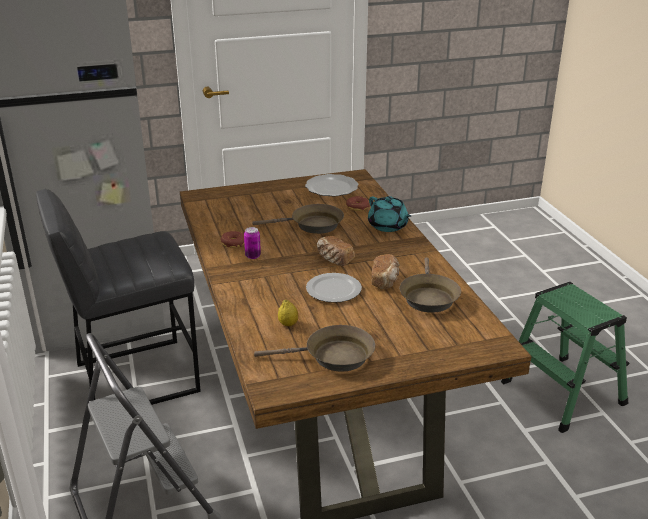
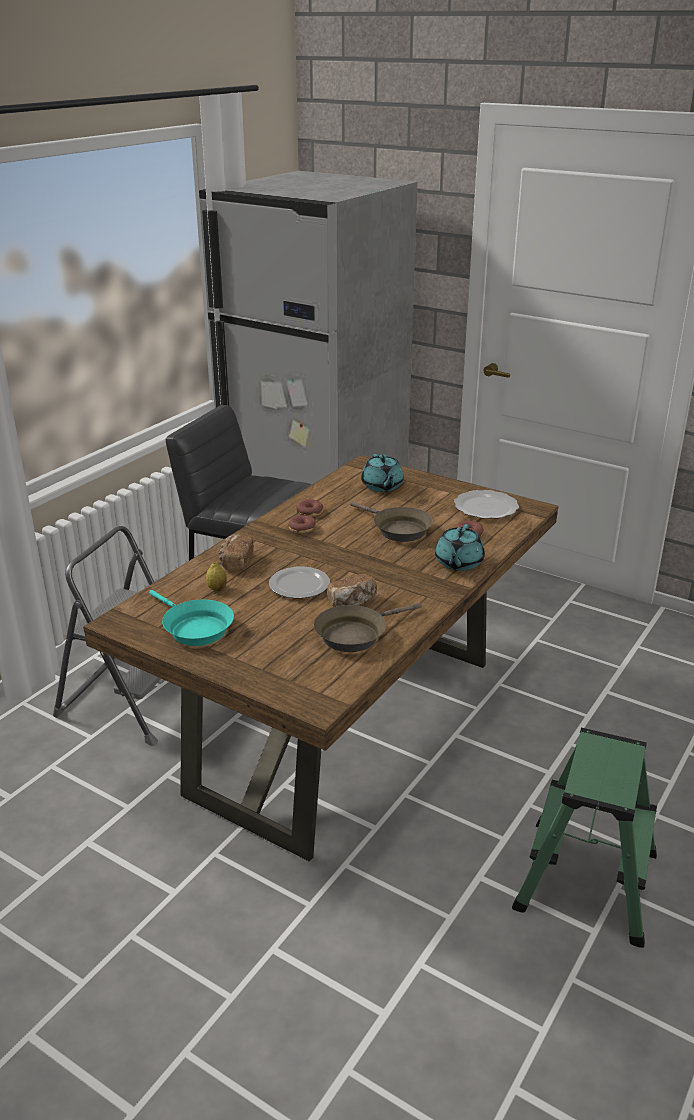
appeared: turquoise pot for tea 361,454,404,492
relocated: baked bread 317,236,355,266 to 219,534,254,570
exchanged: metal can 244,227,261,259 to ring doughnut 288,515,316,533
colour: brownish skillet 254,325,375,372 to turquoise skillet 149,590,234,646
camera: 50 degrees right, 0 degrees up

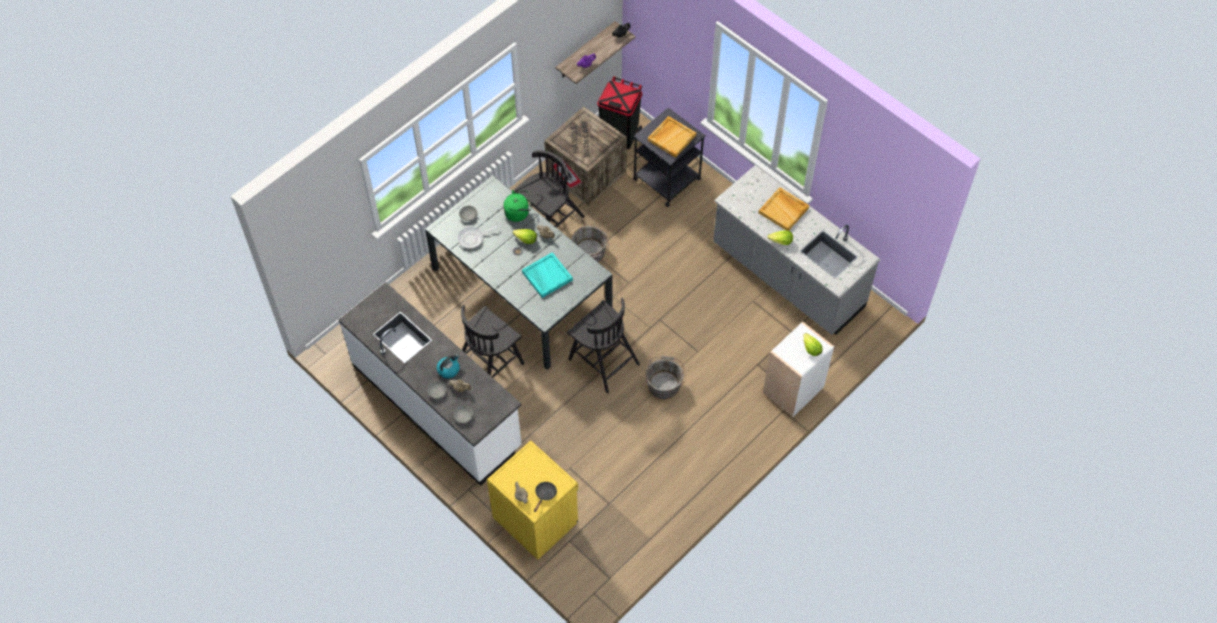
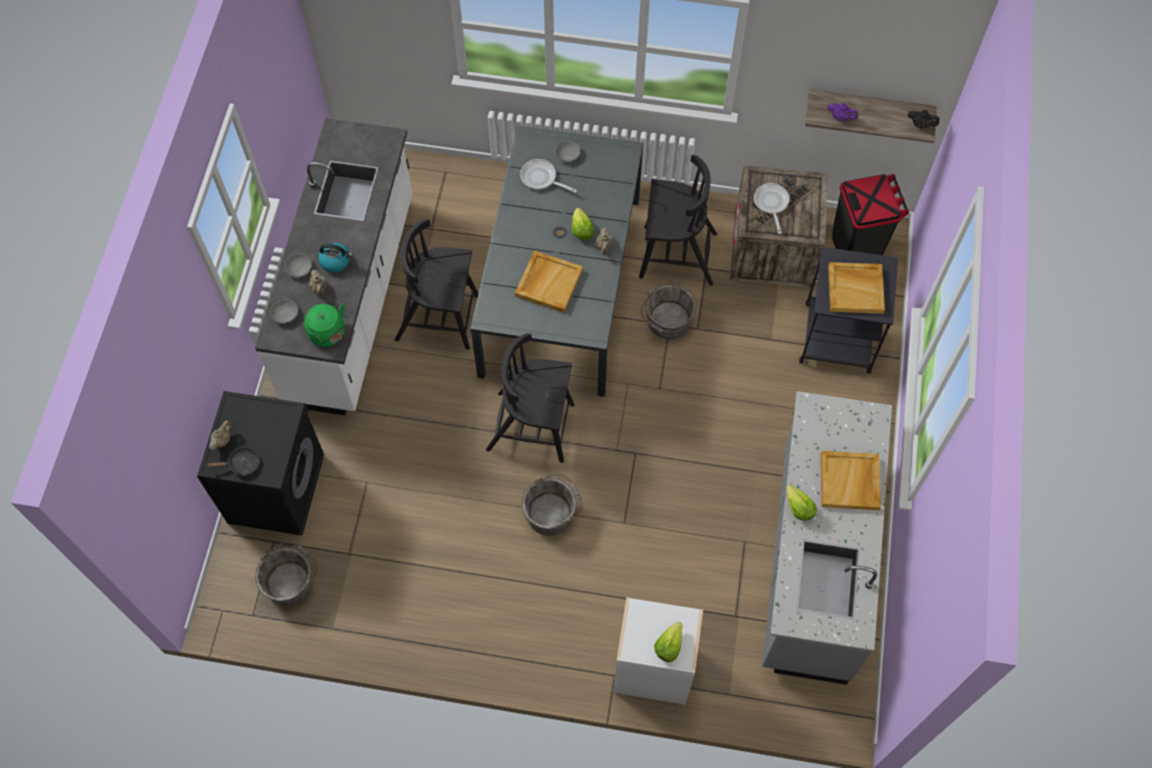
appeared: skillet 754,183,790,234; grey water bucket 255,542,318,606
relocated: greenish tea kettle 504,190,531,222 to 304,303,349,347
colour: turquoise carrying tray 522,252,573,298 to beige-coloured carrying tray 515,251,583,313; yellowish washing machine 487,440,578,560 to black washing machine 197,391,324,535
spun: black upright chair 567,297,640,393 = 486,333,575,463 90 degrees clockwise
camera: 55 degrees right, 5 degrees up

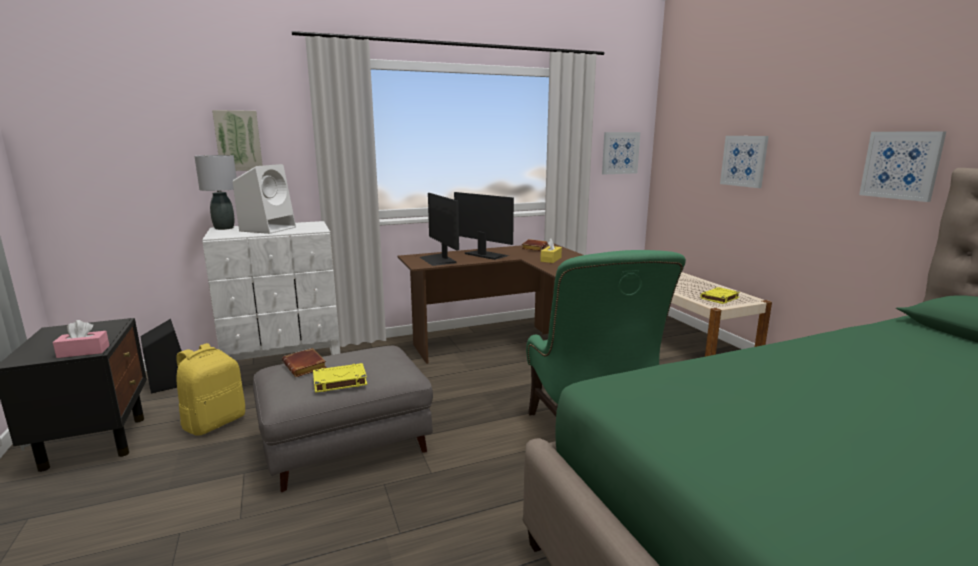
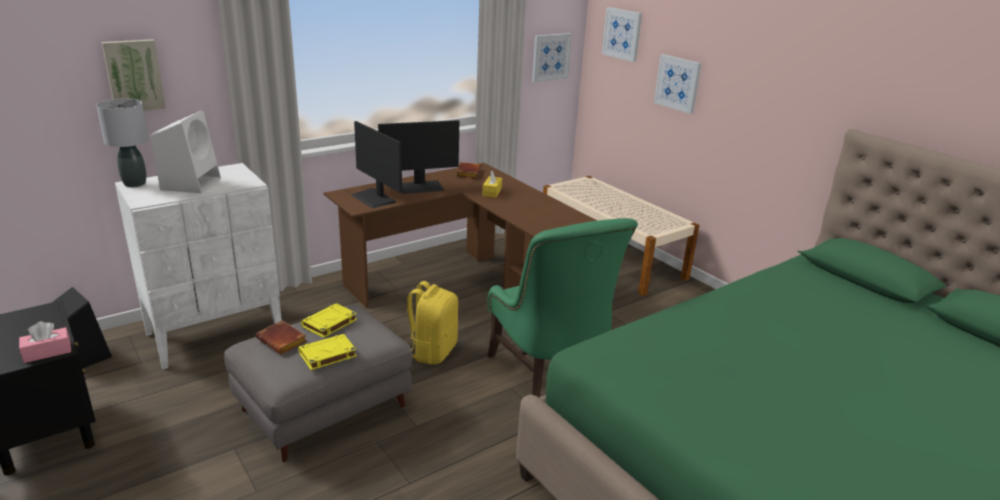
relocated: picture 859,131,946,202 to 602,7,642,62; yellowish book 700,287,740,304 to 301,303,357,338; yellowish knapsack 176,343,245,436 to 407,281,458,365
spun: monitor 454,192,514,260 = 378,120,459,194 135 degrees clockwise
camera: 15 degrees left, 10 degrees up

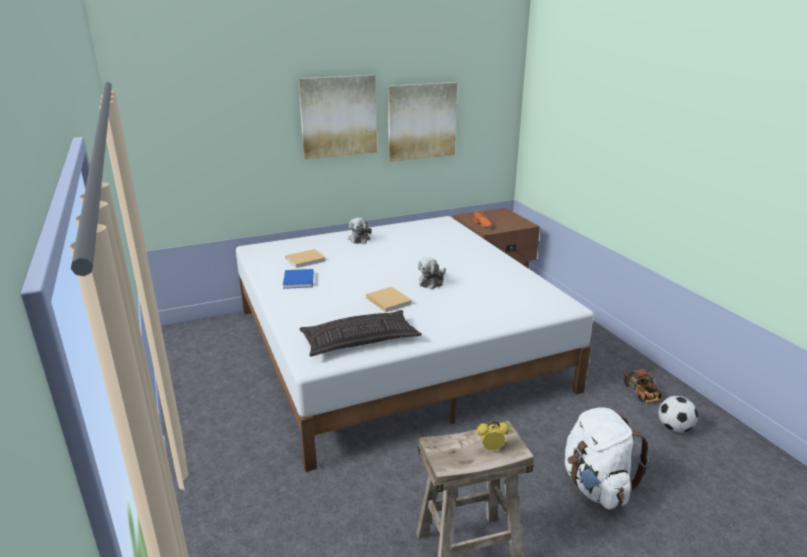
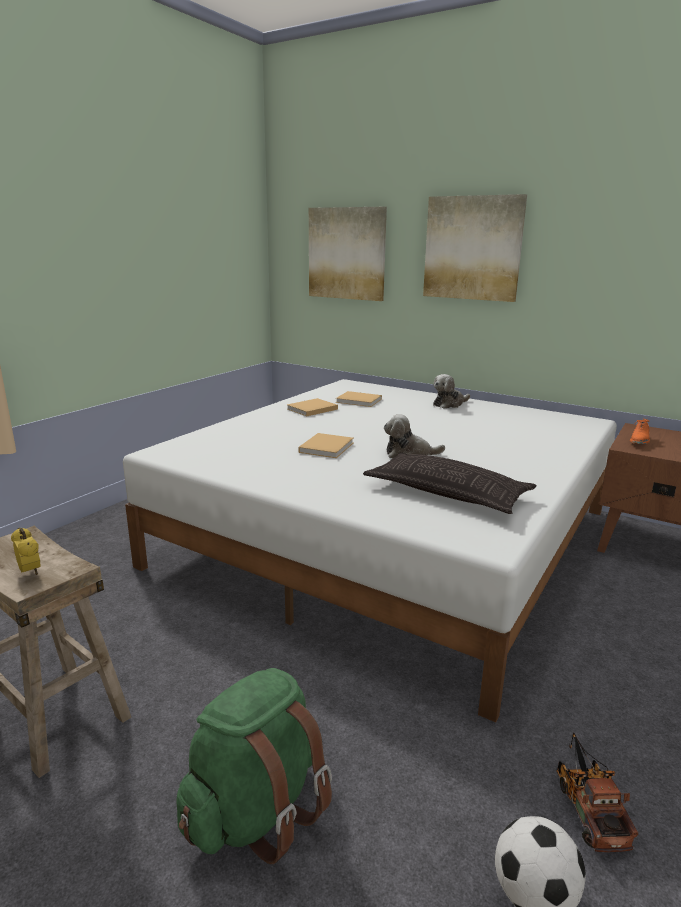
relocated: picture 388,82,457,162 to 309,207,387,301; throw pillow 300,310,422,356 to 363,453,537,514
colour: bluish book 283,269,314,289 to beige-coloured book 287,398,338,416; white-coloured knapsack 565,407,649,509 to greenish knapsack 176,668,332,864
spun: toy truck 623,369,661,402 = 556,733,638,852 135 degrees clockwise
camera: 55 degrees right, 5 degrees down

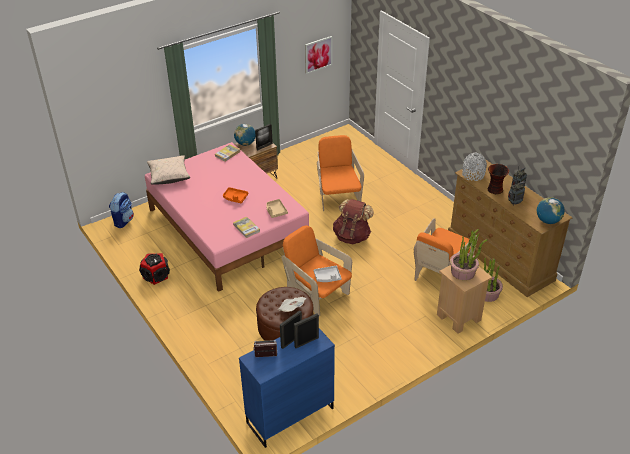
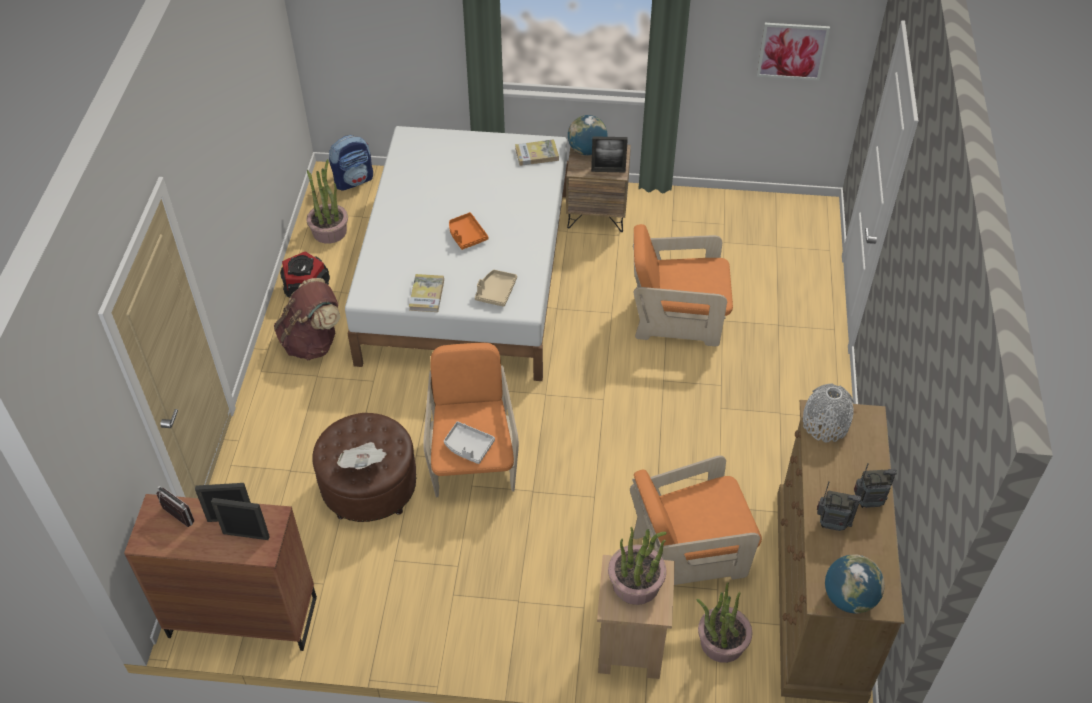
missing: beige-coloured throw pillow 147,155,190,185; decorative vase 488,164,509,194
appeared: houseplant 306,159,348,244
relocated: brownish knapsack 333,199,374,244 to 274,278,341,360
colour: pink-coloured bedroom bed 145,142,309,292 to white-coloured bedroom bed 345,126,568,381; bluish chest of drawers 239,329,335,448 to brownish chest of drawers 124,494,317,651
spun: orange-coloured easy chair 317,135,364,211 = 633,224,733,346 120 degrees counterclockwise
camera: 40 degrees right, 10 degrees up

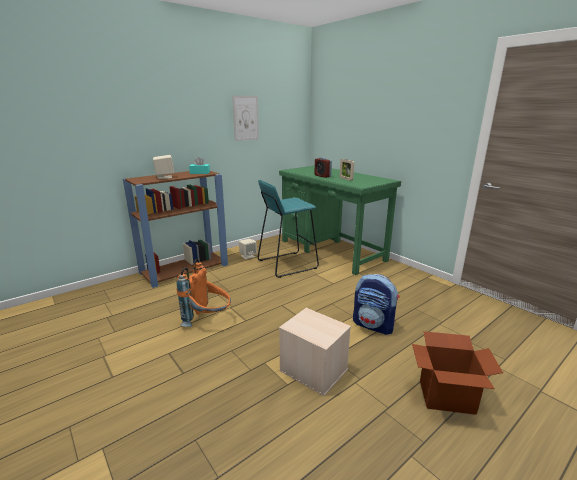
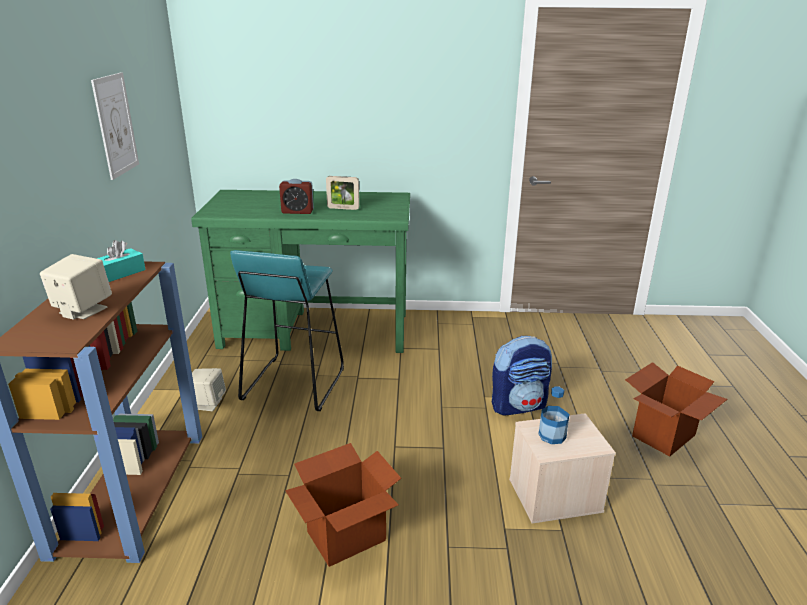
appeared: drink bottle 538,386,570,444
exchanged: orange-coloured knapsack 176,259,231,327 to cardboard box 285,443,401,567
camera: 50 degrees left, 5 degrees up

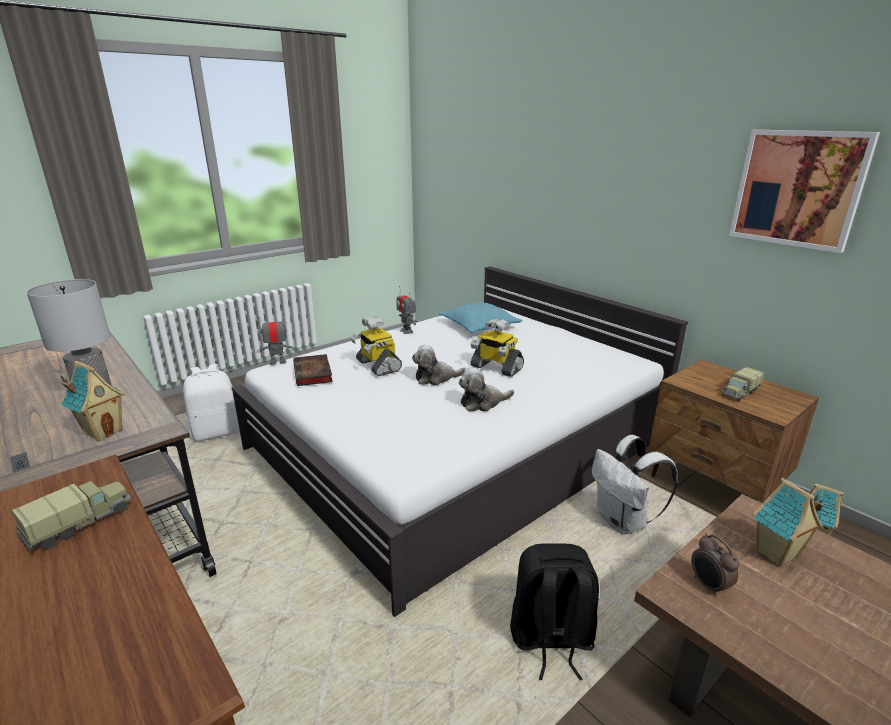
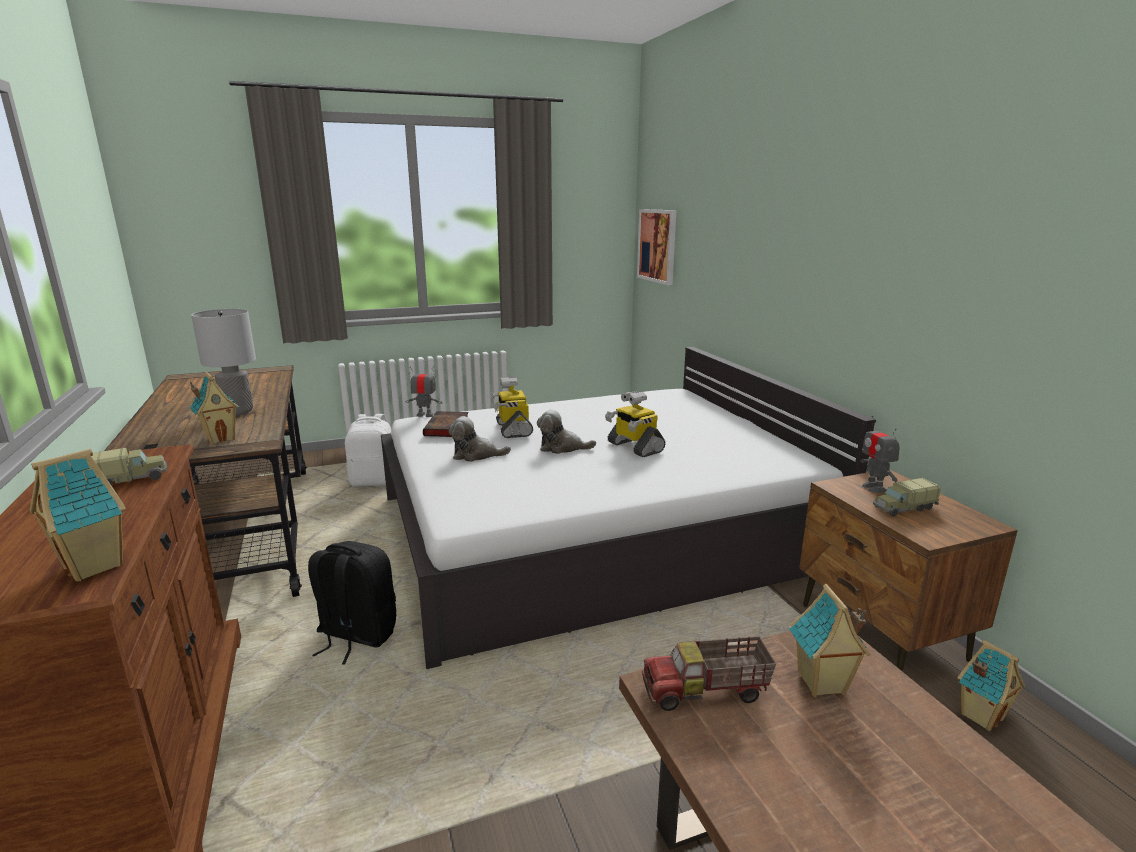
missing: turquoise throw pillow 439,303,523,333; white-coloured knapsack 592,435,677,534
appeared: model house 30,449,126,582
relocated: picture 729,130,880,253 to 637,209,676,285; robot figure 396,286,416,334 to 860,416,900,493; soft toy 458,368,514,411 to 449,416,511,462; black knapsack 510,544,599,680 to 308,541,396,665
exchanged: alarm clock 691,534,740,597 to toy truck 642,636,776,711
camera: 20 degrees right, 5 degrees down

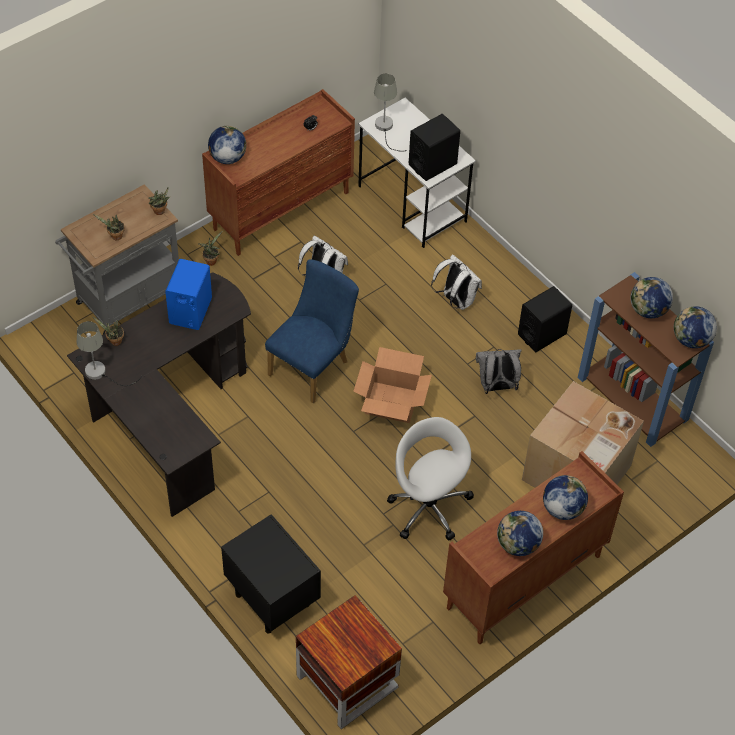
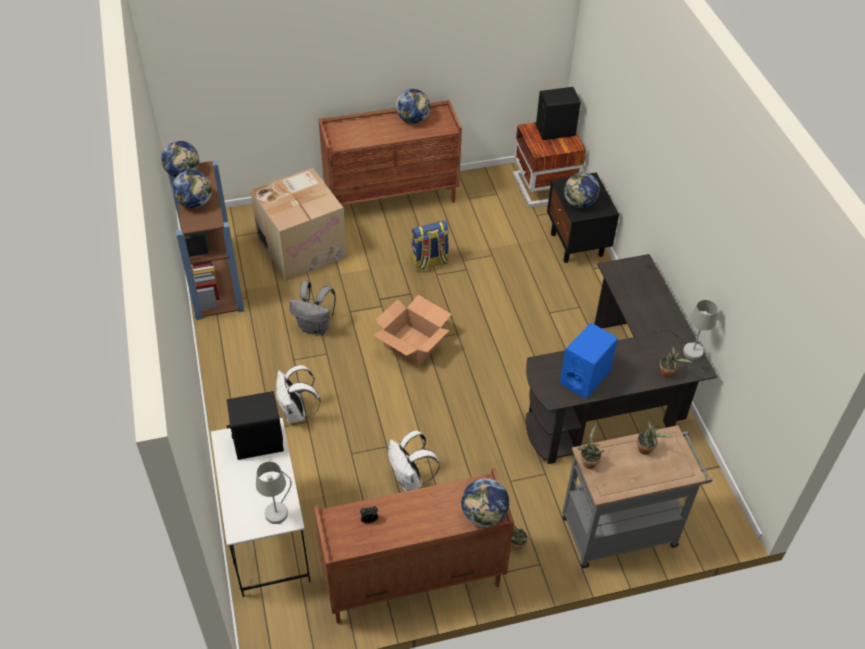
missing: bluish upright chair 265,260,359,403
relocated: black loudspeaker 518,286,572,352 to 536,87,581,140; globe 543,475,588,520 to 564,172,600,208
exchanged: white-coloured computer chair 387,417,474,540 to knapsack 411,220,449,271
camera: 155 degrees left, 5 degrees down

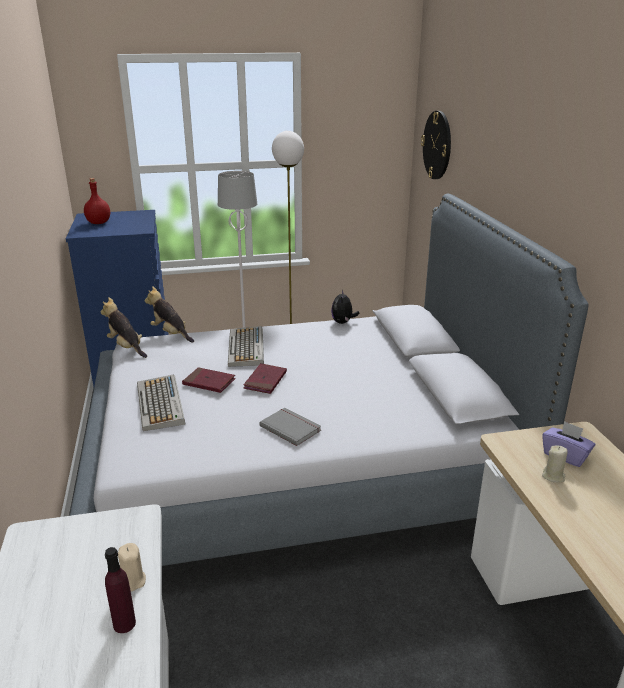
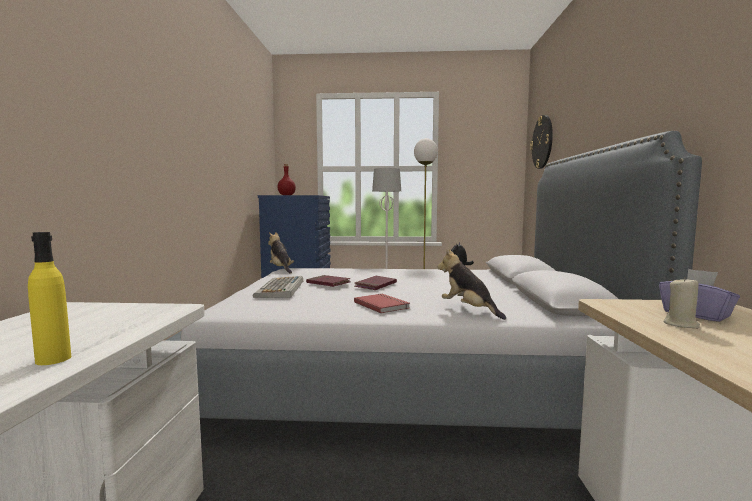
missing: computer keyboard 228,326,264,367; beige-coloured candle 118,543,146,591
relocated: soft toy 144,286,194,343 to 438,249,506,320
colour: grey book 260,408,321,446 to red-coloured book 354,294,410,313; purple drink bottle 105,547,136,633 to yellowish drink bottle 28,232,71,365
camera: 15 degrees right, 20 degrees down

